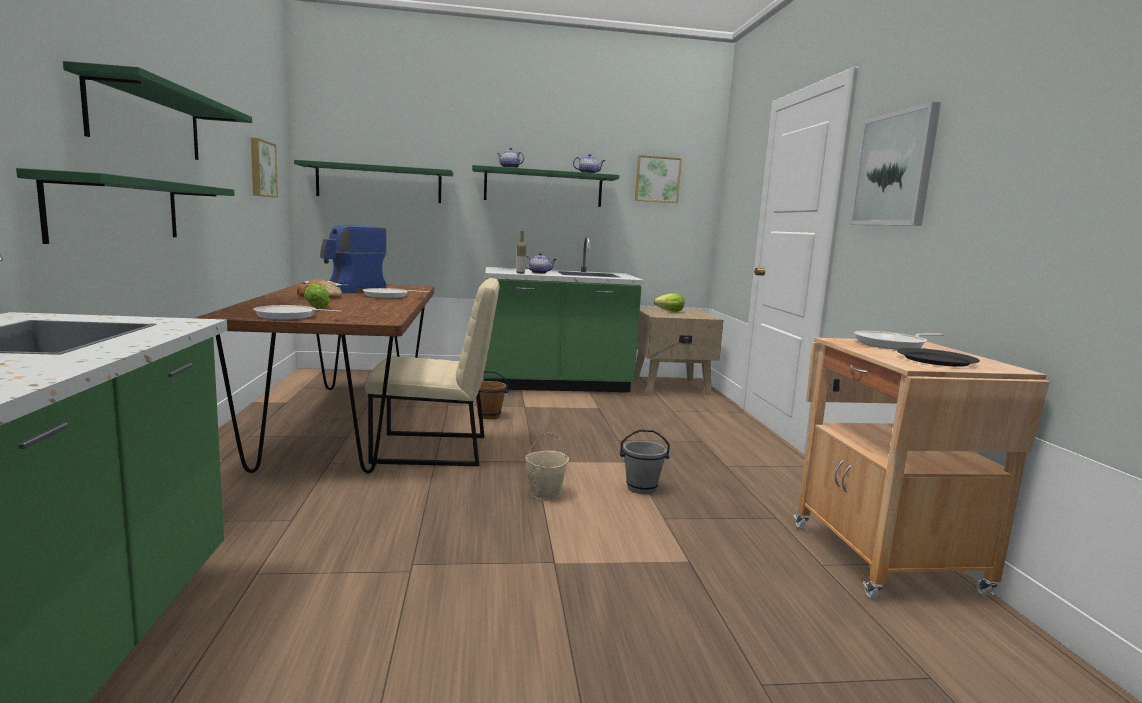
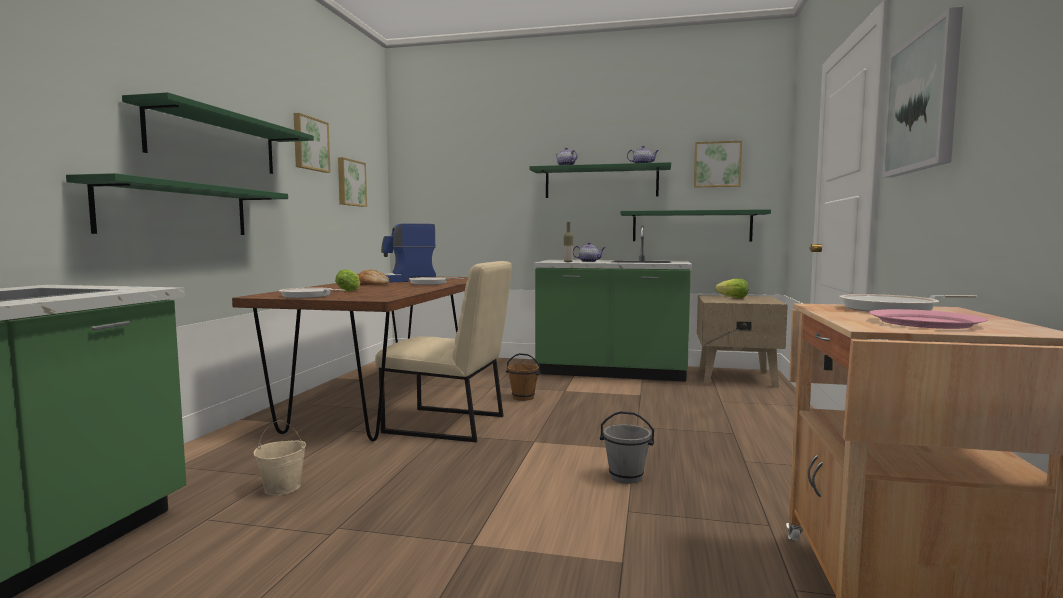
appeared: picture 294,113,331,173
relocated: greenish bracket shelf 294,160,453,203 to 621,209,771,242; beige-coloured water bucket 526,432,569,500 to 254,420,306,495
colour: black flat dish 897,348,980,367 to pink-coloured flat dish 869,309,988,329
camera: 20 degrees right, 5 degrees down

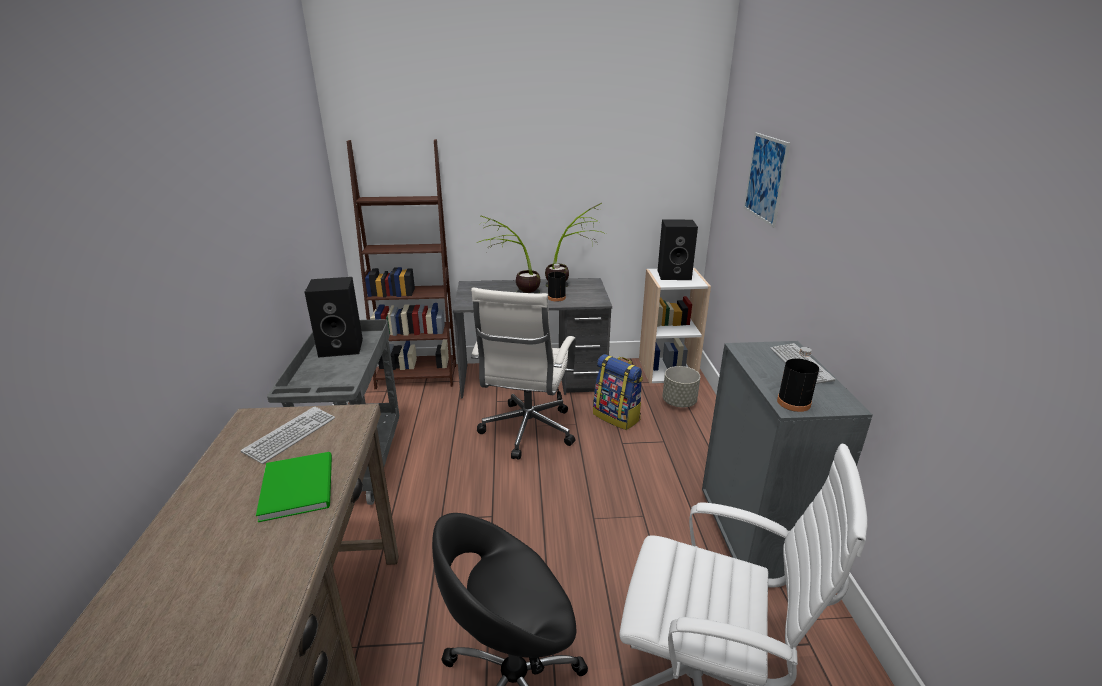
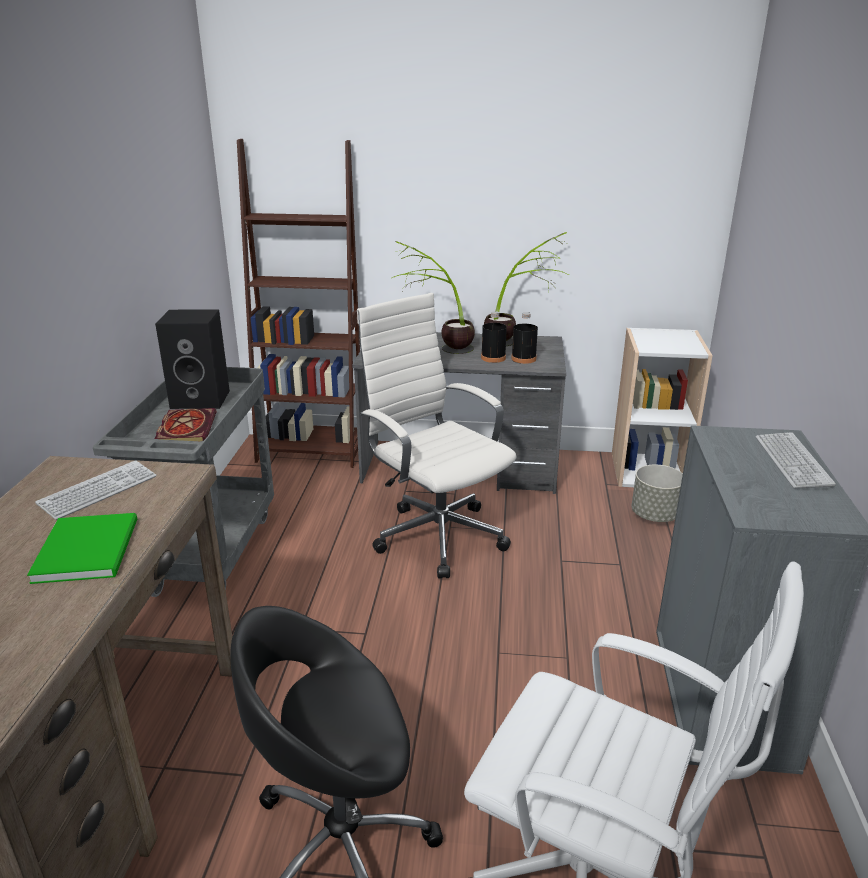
missing: picture 744,133,790,228; black loudspeaker 658,219,698,280; knapsack 593,354,643,430
appeared: book 155,408,216,441
relocated: black drink bottle 777,347,819,412 to 511,312,538,364
spun: white-coloured computer chair 471,288,576,460 = 357,293,516,579 120 degrees clockwise
camera: 10 degrees right, 0 degrees up

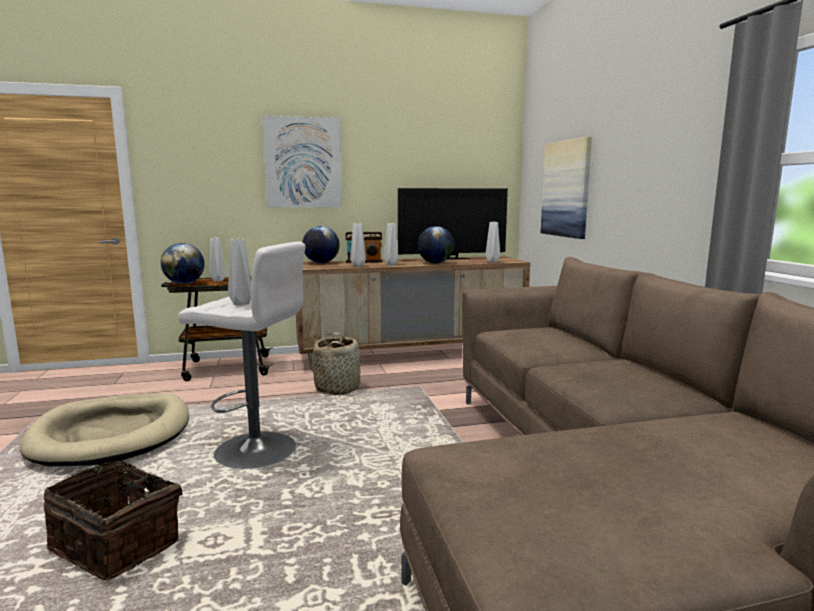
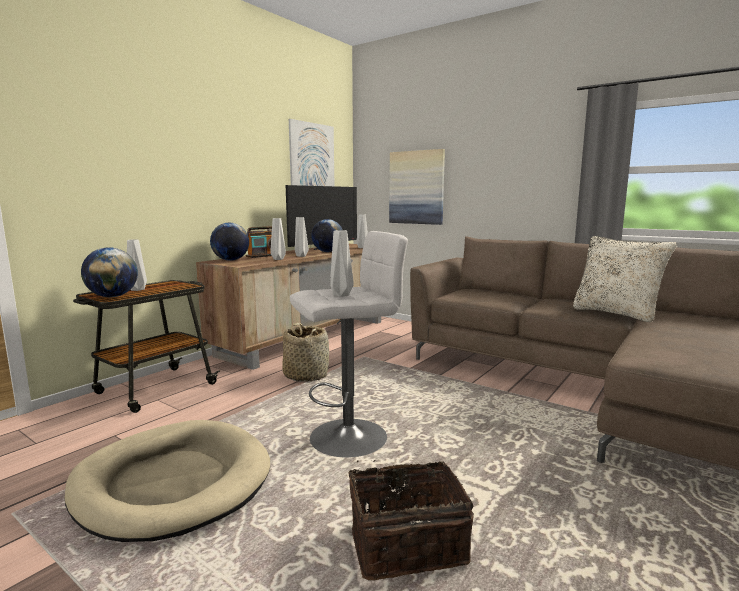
appeared: beige-coloured throw pillow 573,236,677,322
relocated: picture 262,115,342,207 to 289,119,334,186
camera: 40 degrees left, 0 degrees up

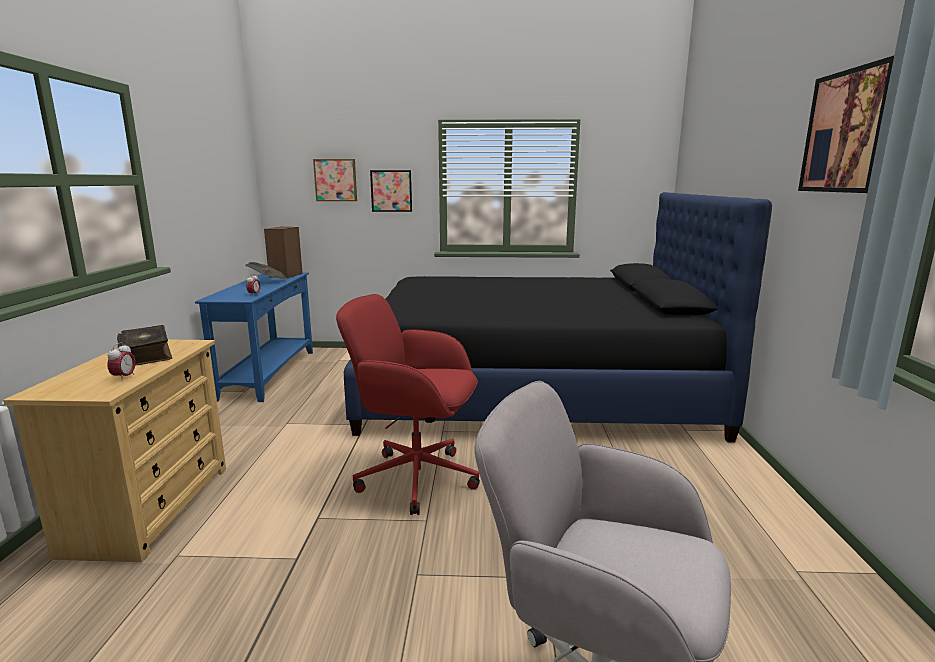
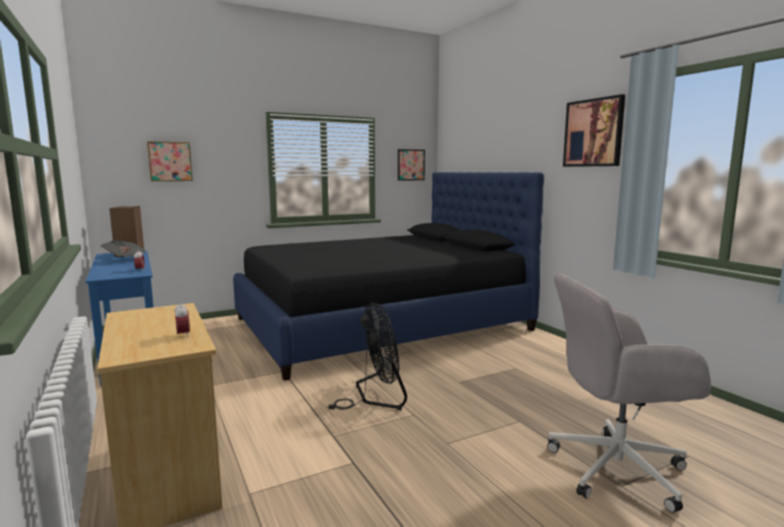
missing: book 117,325,172,366
relocated: picture 370,170,412,212 to 398,149,425,181
exchanged: red-coloured computer chair 336,294,480,515 to black electric fan 327,302,407,411
camera: 30 degrees left, 5 degrees down

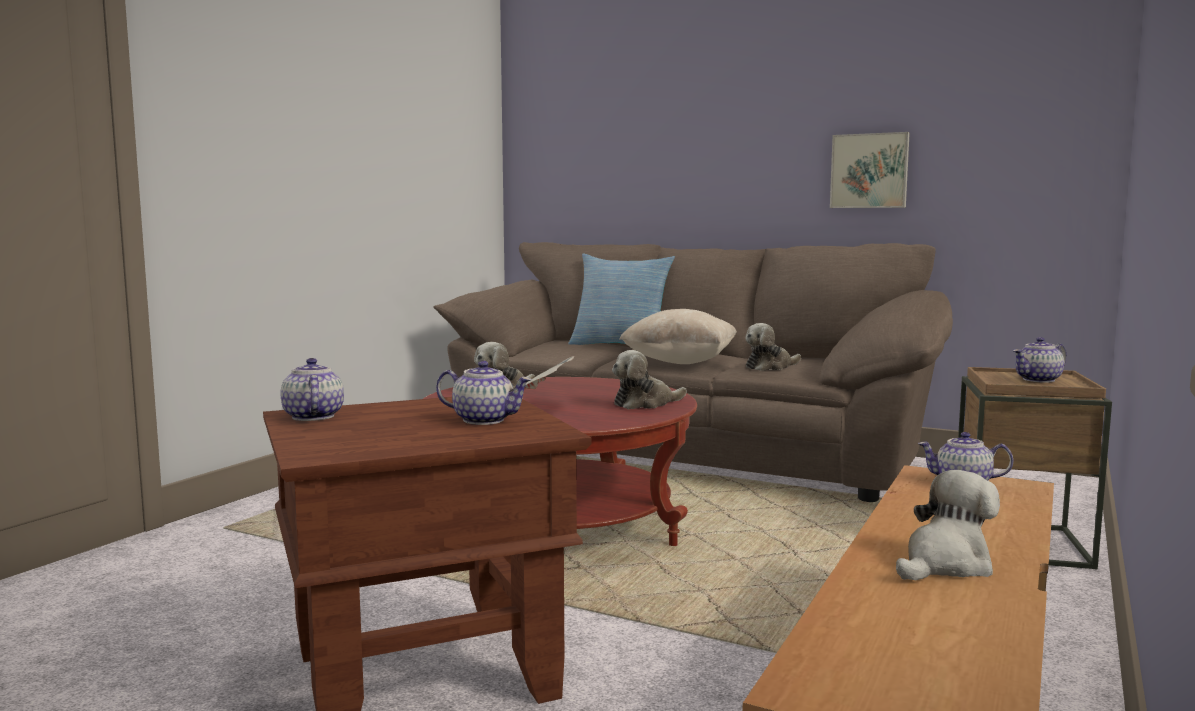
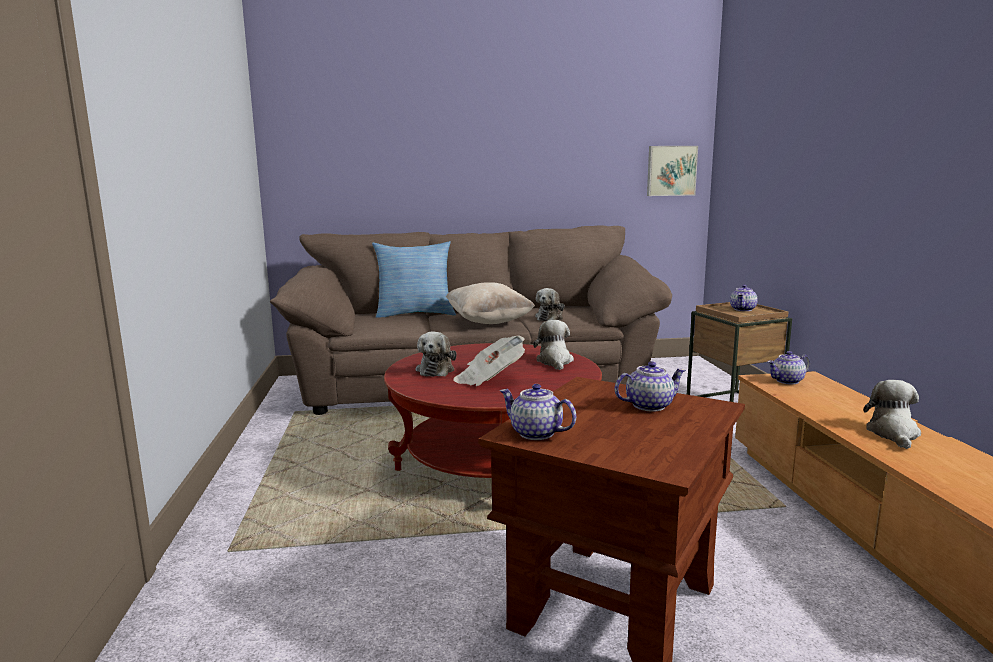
relocated: picture 830,132,910,208 to 647,146,698,196
spun: soft toy 612,350,687,409 = 533,320,574,370 150 degrees clockwise
camera: 35 degrees left, 5 degrees up

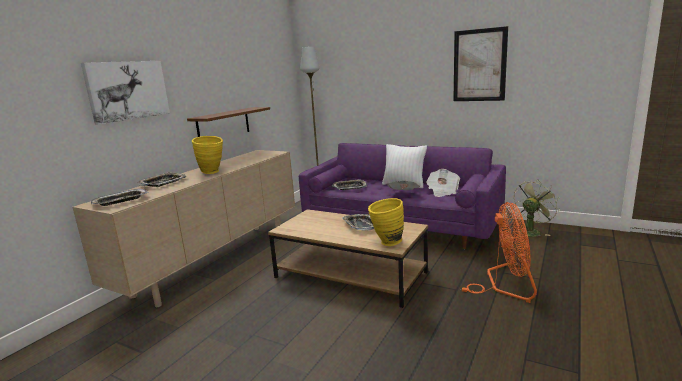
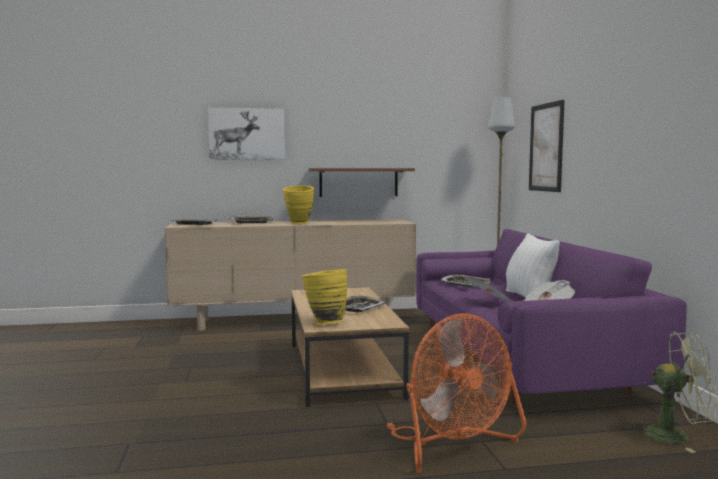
relocated: picture 453,26,508,101 to 529,100,565,192
camera: 50 degrees right, 10 degrees down

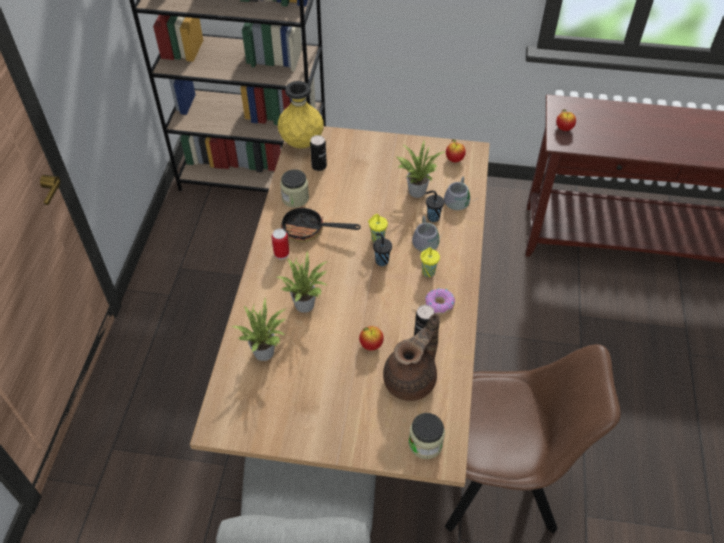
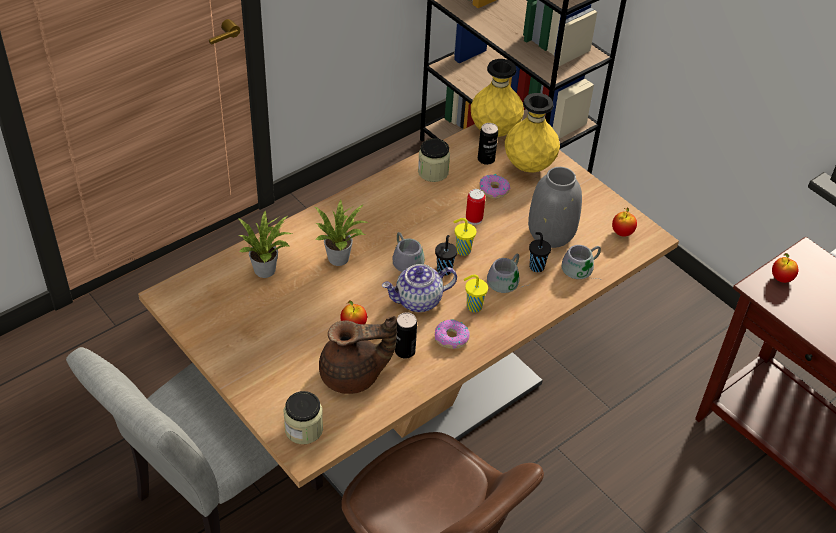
missing: skillet 281,207,361,242
appeared: yellowish decorative vase 505,93,560,172; ring doughnut 479,174,510,199; grey mug 392,232,425,272; pot for tea 382,264,457,312
relocated: metal can 272,229,289,259 to 466,189,485,225
exchanged: houseplant 396,139,446,198 to grey decorative vase 528,167,582,248
camera: 40 degrees right, 5 degrees down

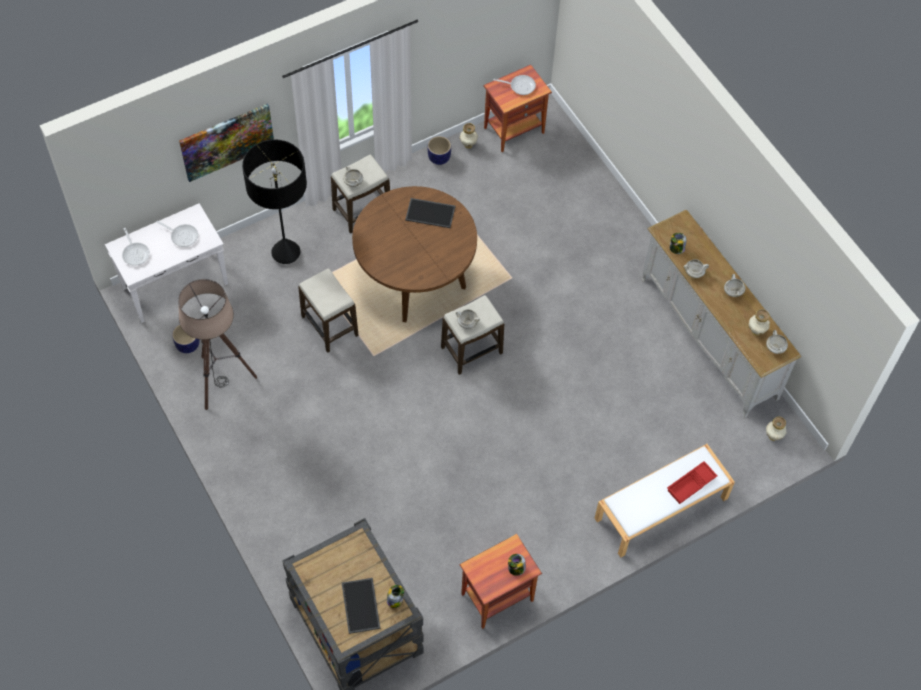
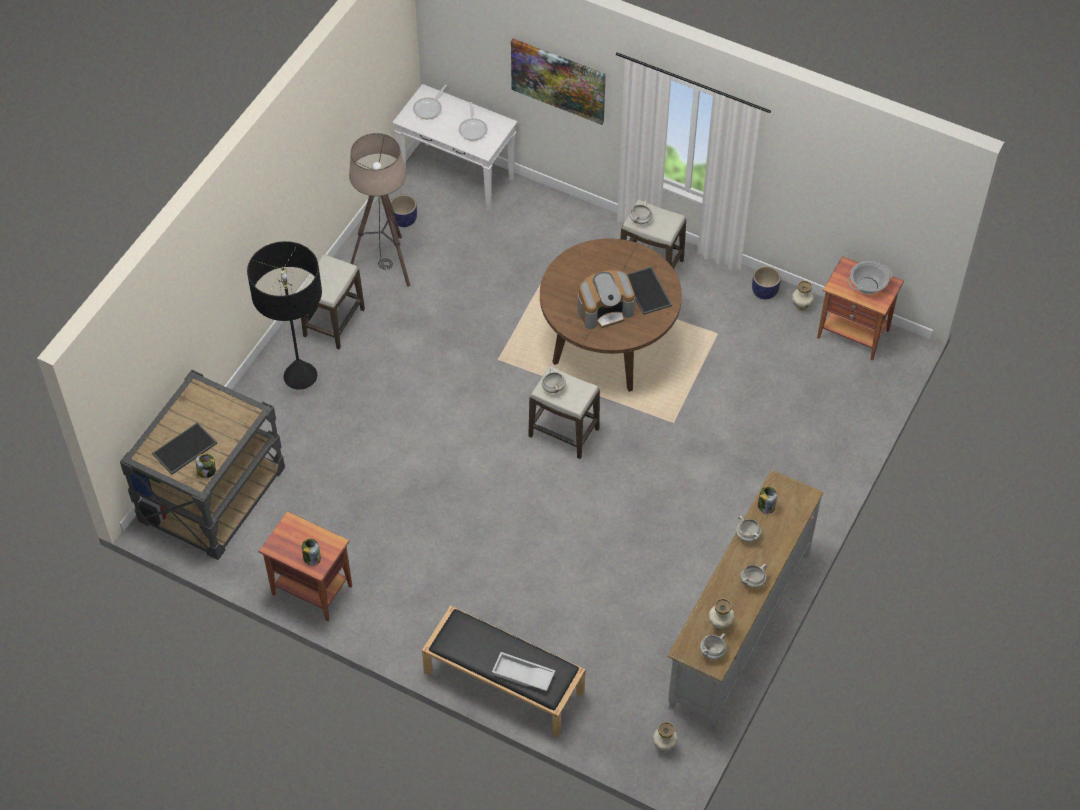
appeared: coffee maker 578,270,635,329
relocated: black standing lamp 242,140,307,264 to 247,241,322,390; stool 298,268,359,353 to 299,255,365,349
exchanged: skillet 494,75,536,95 to stockpot 847,261,893,294
colour: white-coloured indoor bench 594,444,735,558 to black indoor bench 422,606,586,738; red-coloured carrying tray 667,461,717,504 to white-coloured carrying tray 492,652,555,691
camera: 60 degrees right, 5 degrees down

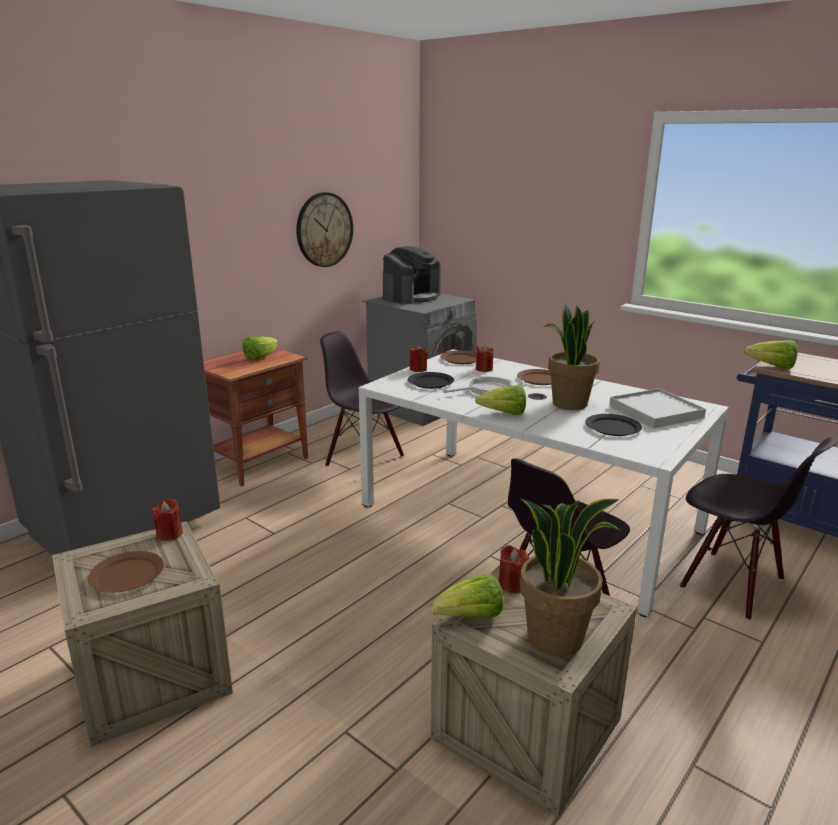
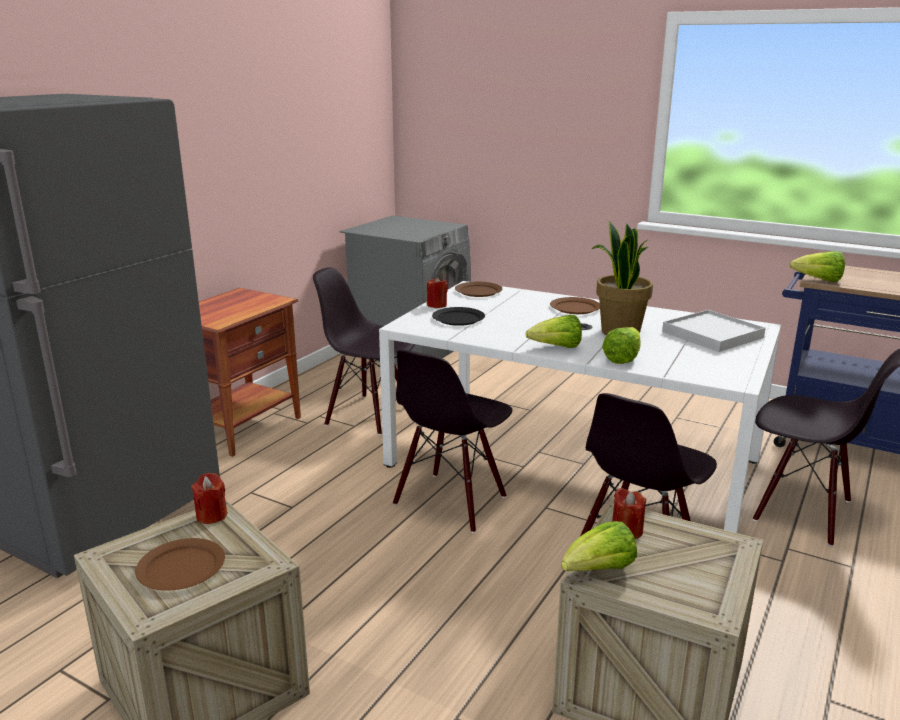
missing: hanging clock 296,192,353,267; coffee maker 383,246,441,304; red-coloured candle 476,345,494,372; skillet 443,376,514,395; black flat dish 585,414,642,436; houseplant 519,498,621,656
appeared: black upright chair 393,350,512,533
relocated: lettuce head 242,336,278,360 to 602,327,640,364
camera: 10 degrees left, 0 degrees up

